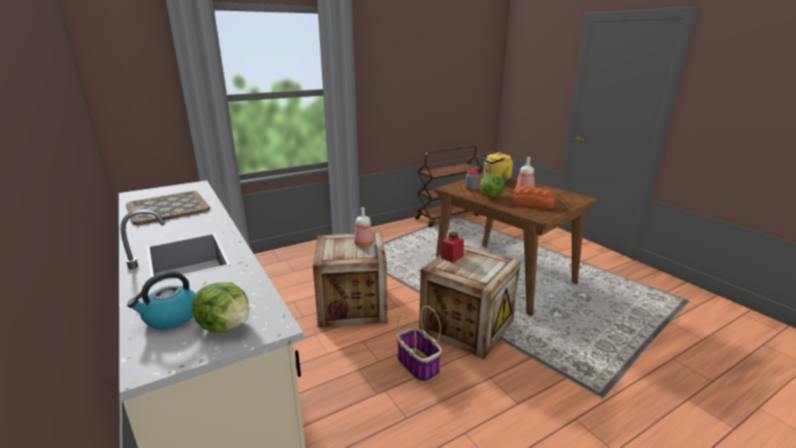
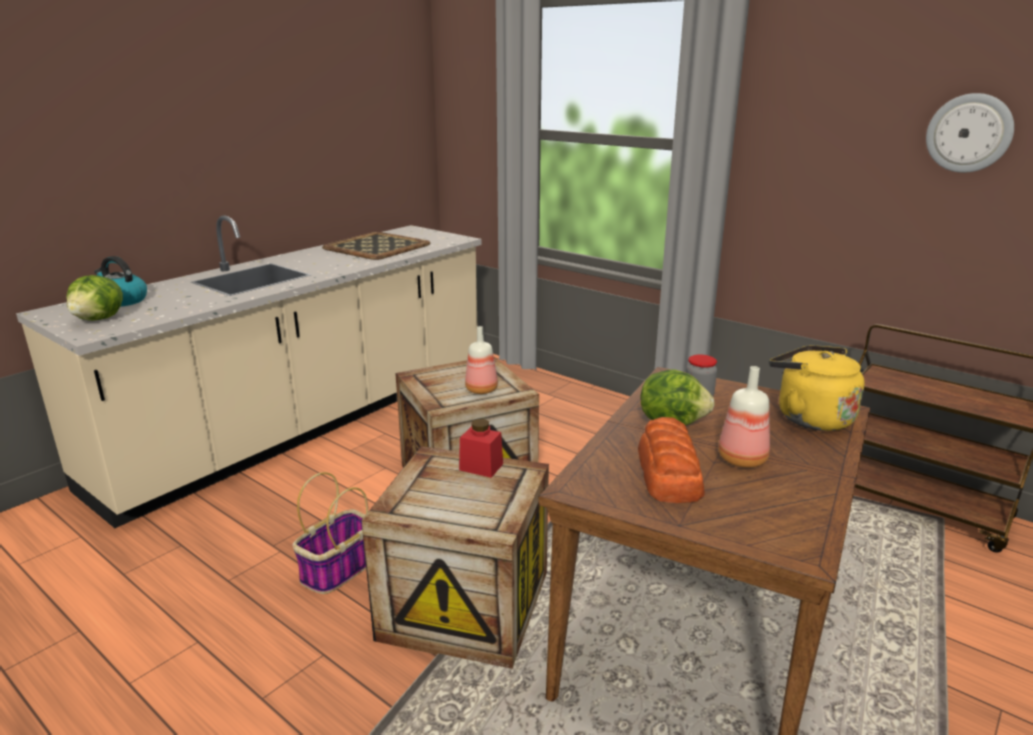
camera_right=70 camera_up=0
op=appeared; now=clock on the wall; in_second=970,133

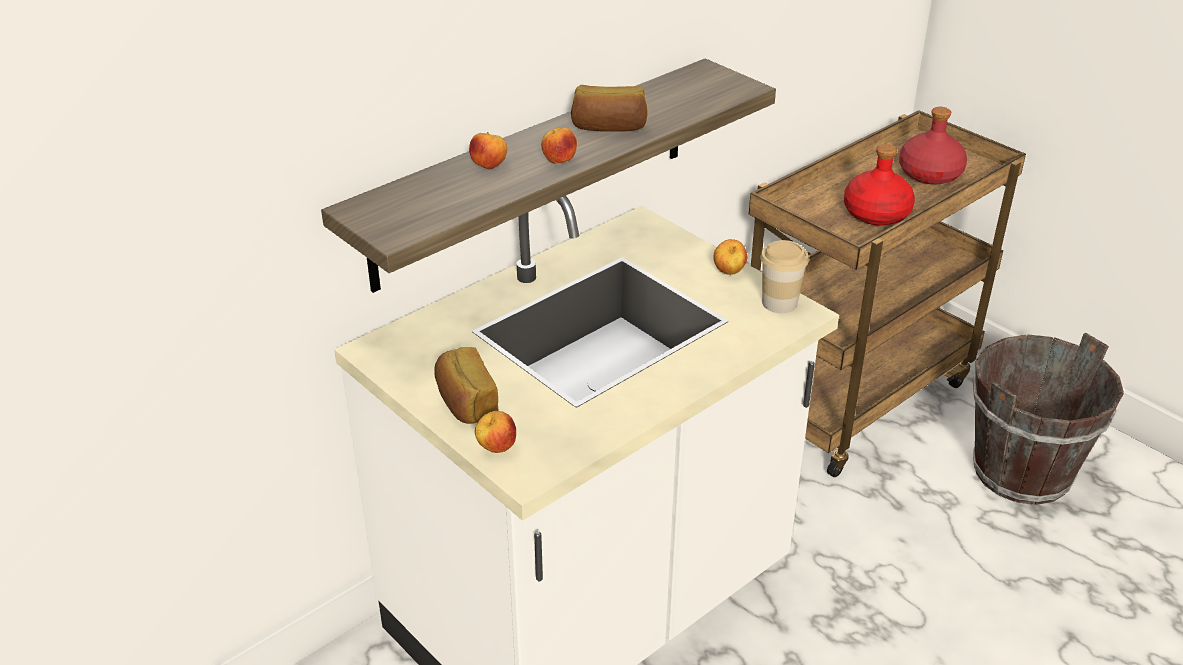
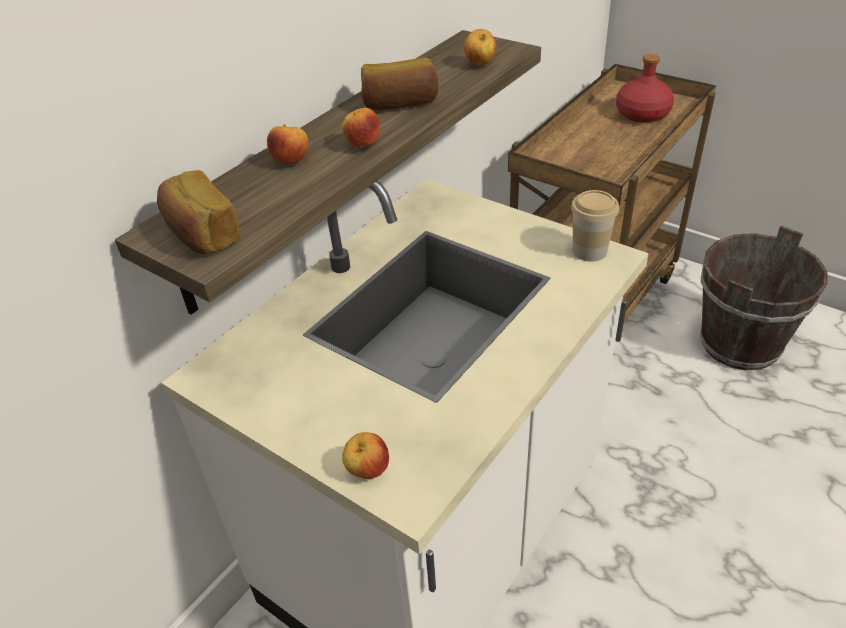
camera_right=-10 camera_up=5
op=missing; was=red beverage bottle; in_first=879,185
op=relocated; was=apple; in_first=730,257; in_second=480,47
op=relocated; was=baked bread; in_first=466,385; in_second=199,212

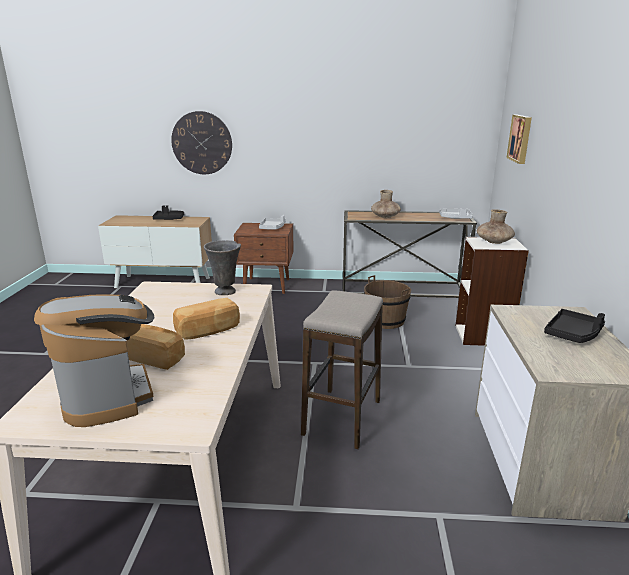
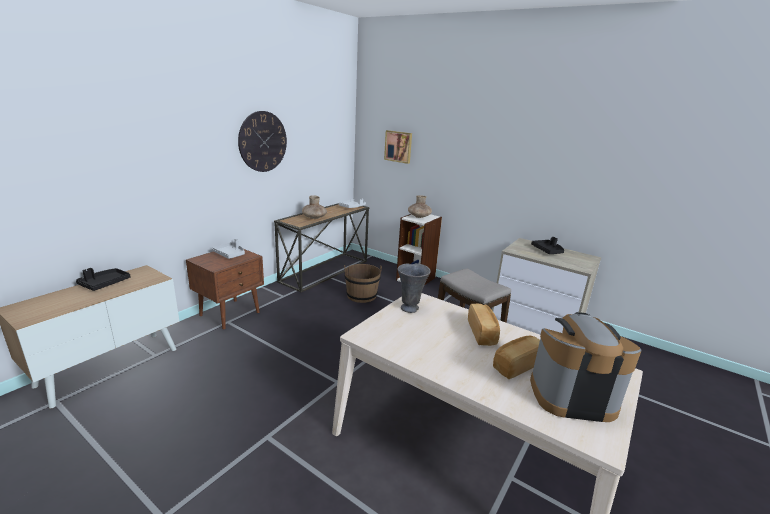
camera_right=-60 camera_up=0
op=relocated; was=clock on the wall; in_first=201,142; in_second=262,141

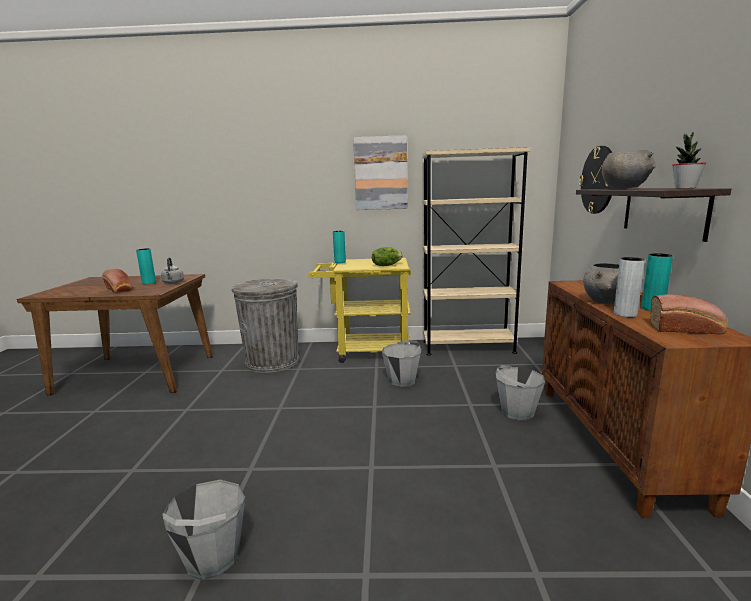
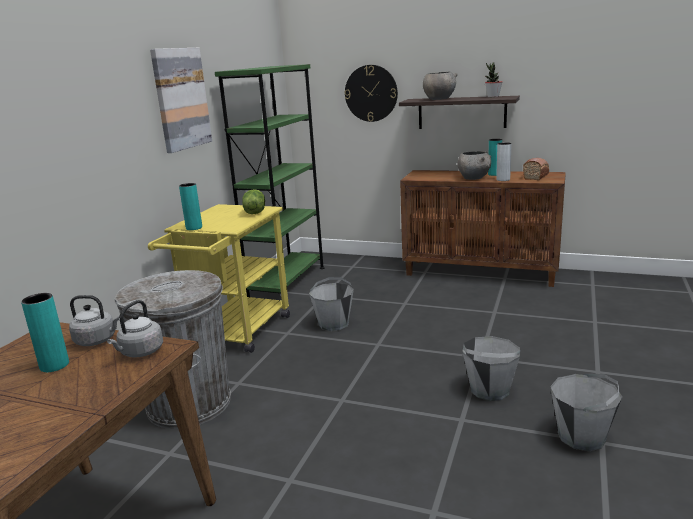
camera_right=-70 camera_up=5
op=colour; was=beige-coloured bookshelf; now=greenish bookshelf; in_first=476,251; in_second=270,181
op=missing; was=baked bread; in_first=117,281
op=relocated; was=gray pail; in_first=520,393; in_second=491,368
op=appeared; now=gray kettle; in_second=135,329

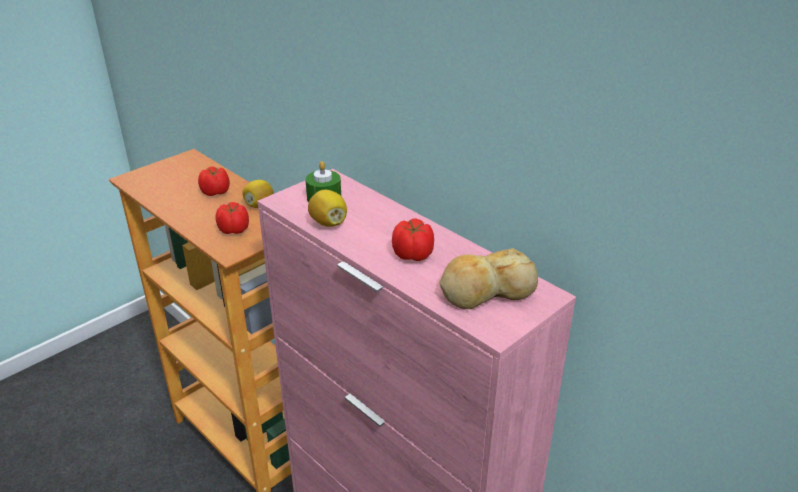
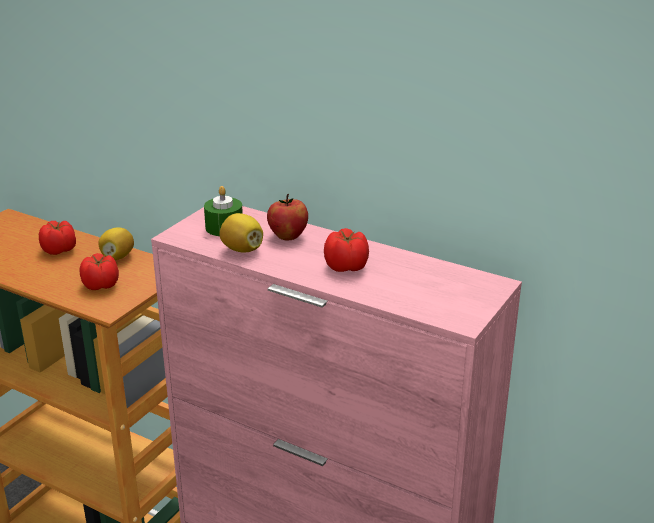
camera_right=-15 camera_up=-5
op=missing; was=baked bread; in_first=488,278
op=appeared; now=apple; in_second=287,217

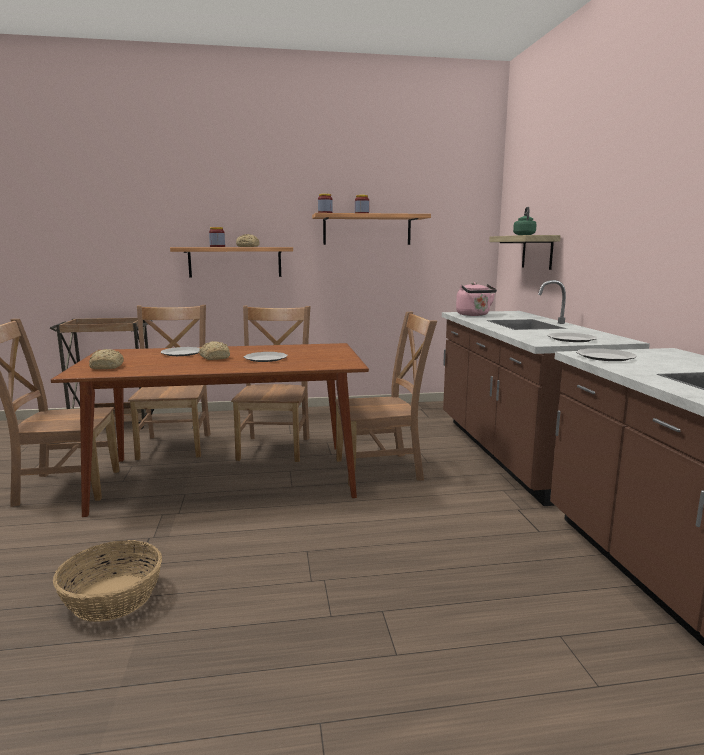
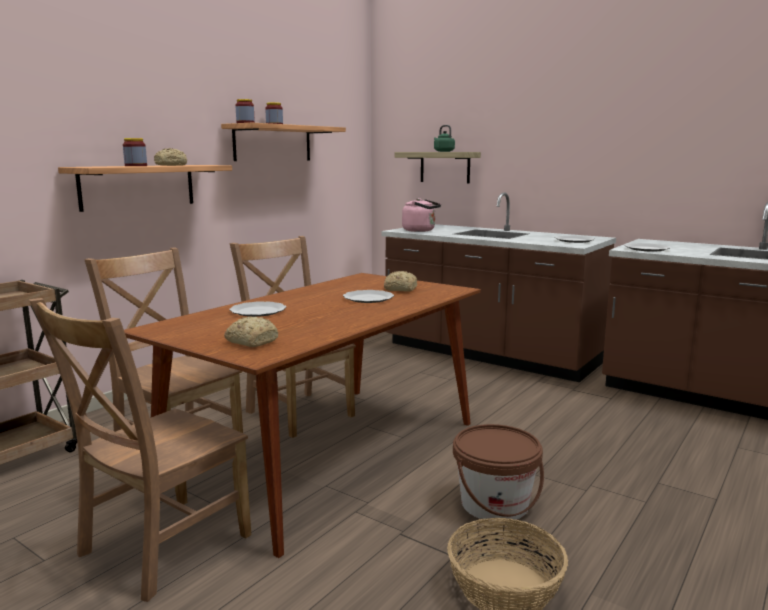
camera_right=-45 camera_up=0
op=missing; was=brownish plain chair; in_first=386,399
op=relocated; was=baked bread; in_first=214,350; in_second=400,281
op=appeared; now=brownish pail; in_second=498,472

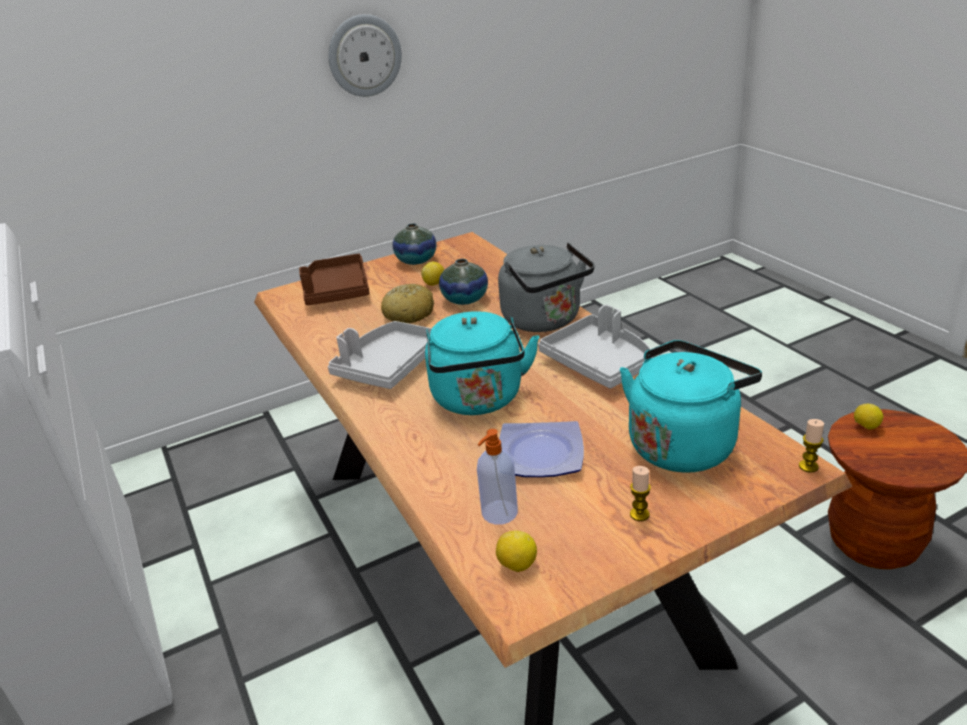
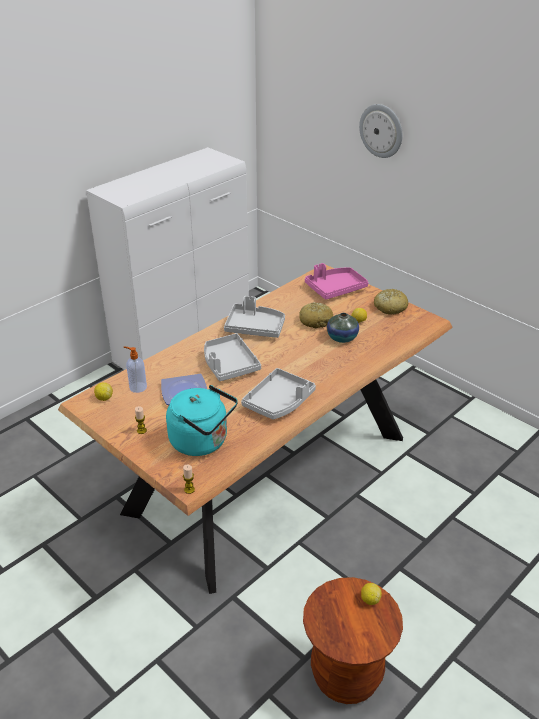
camera_right=70 camera_up=5
op=relocated; was=clock on the wall; in_first=365,55; in_second=380,131
op=exchanged; was=decorative vase; now=baked bread; in_first=414,244; in_second=391,301
op=missing; was=gray kettle; in_first=546,287
op=colour; was=brownish tray; now=pink tray; in_first=334,279; in_second=336,281
op=exchanged; was=blue-green kettle; now=gray tray; in_first=482,363; in_second=232,357

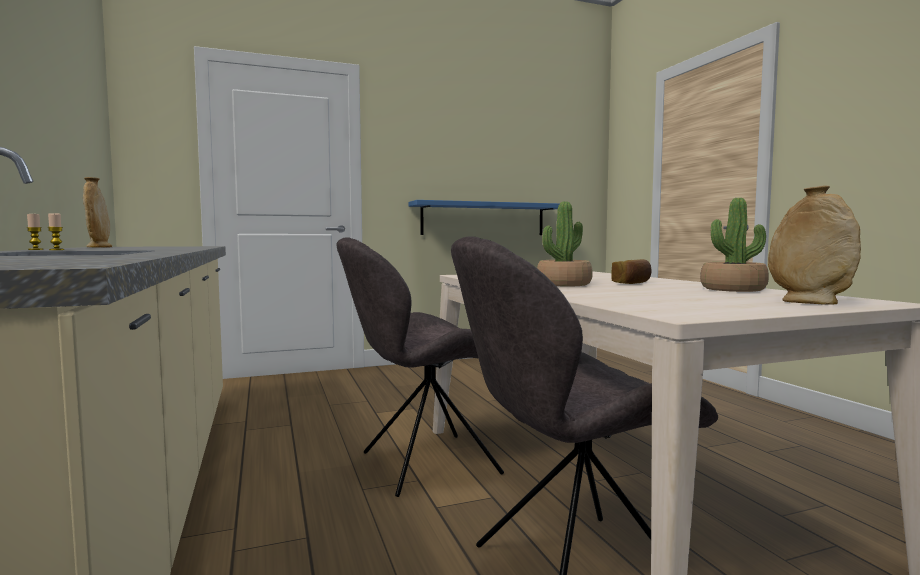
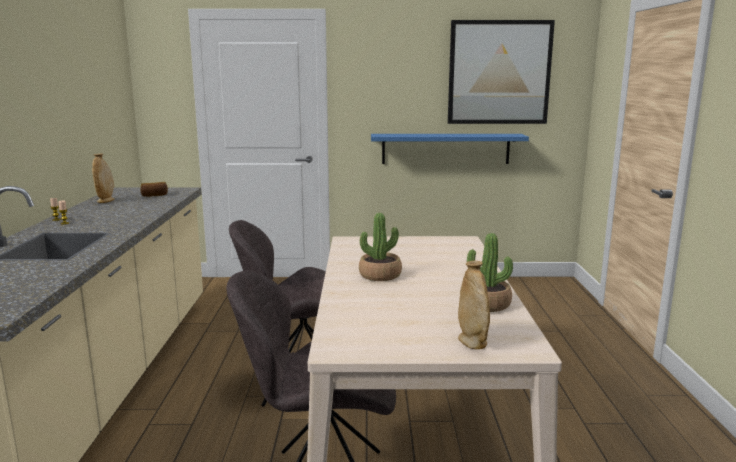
camera_right=20 camera_up=10
op=relocated; was=baked bread; in_first=631,271; in_second=154,189
op=appeared; now=wall picture; in_second=501,72

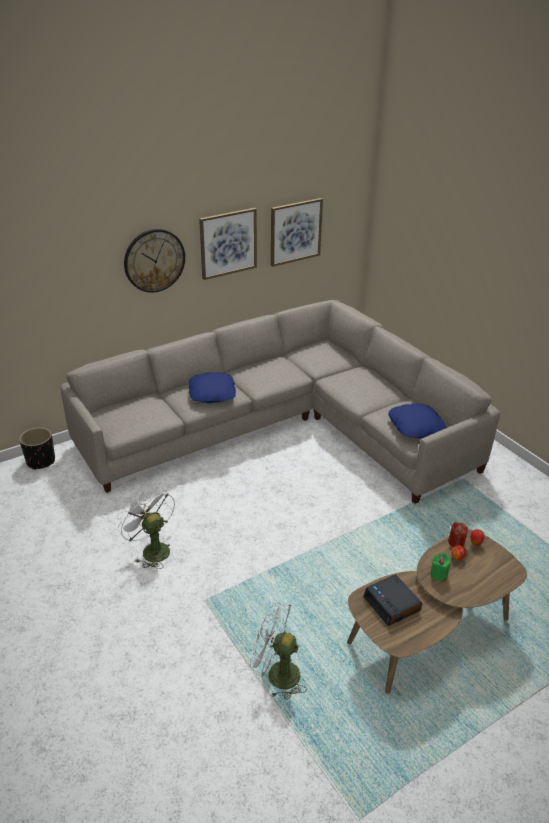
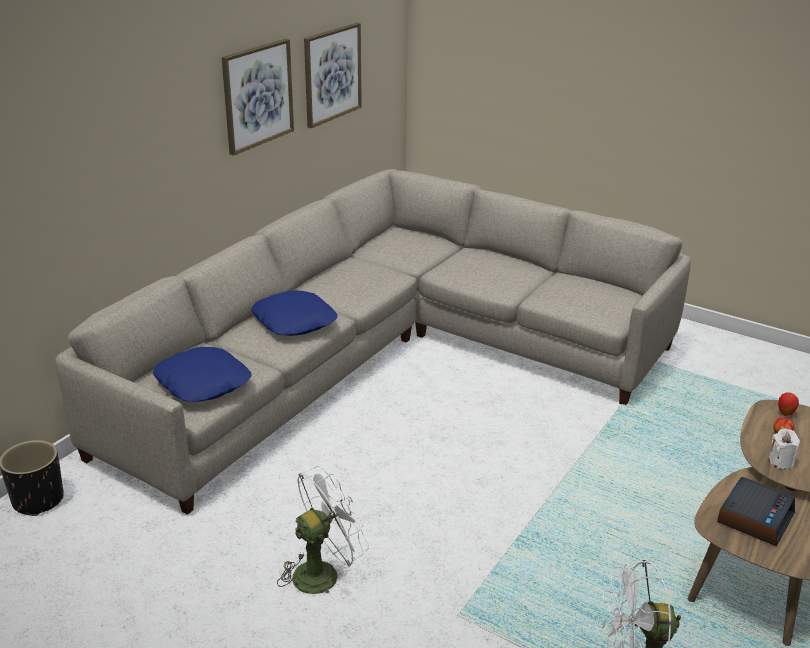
camera_right=-25 camera_up=-5
op=missing; was=clock on the wall; in_first=154,261
op=relocated; was=blue pillow; in_first=417,420; in_second=202,374
op=spun; was=white cooling fan; in_first=146,528; in_second=323,531; clockwise=120
op=missing; was=red wax light; in_first=458,534
op=colour; was=greenish wax light; now=white wax light; in_first=440,567; in_second=784,448
op=spun; was=alarm clock; in_first=392,600; in_second=756,511; clockwise=-90

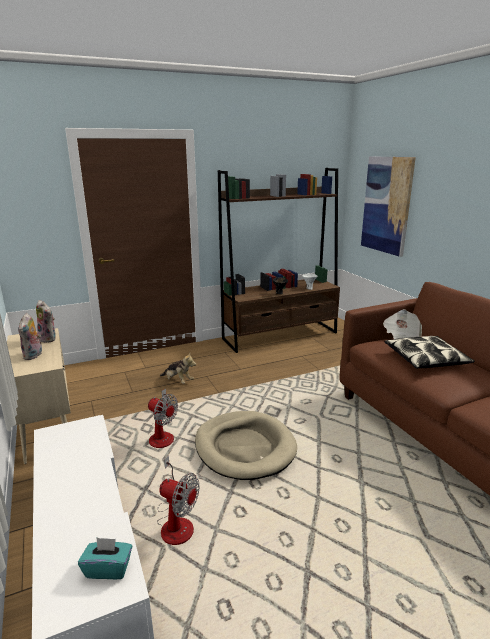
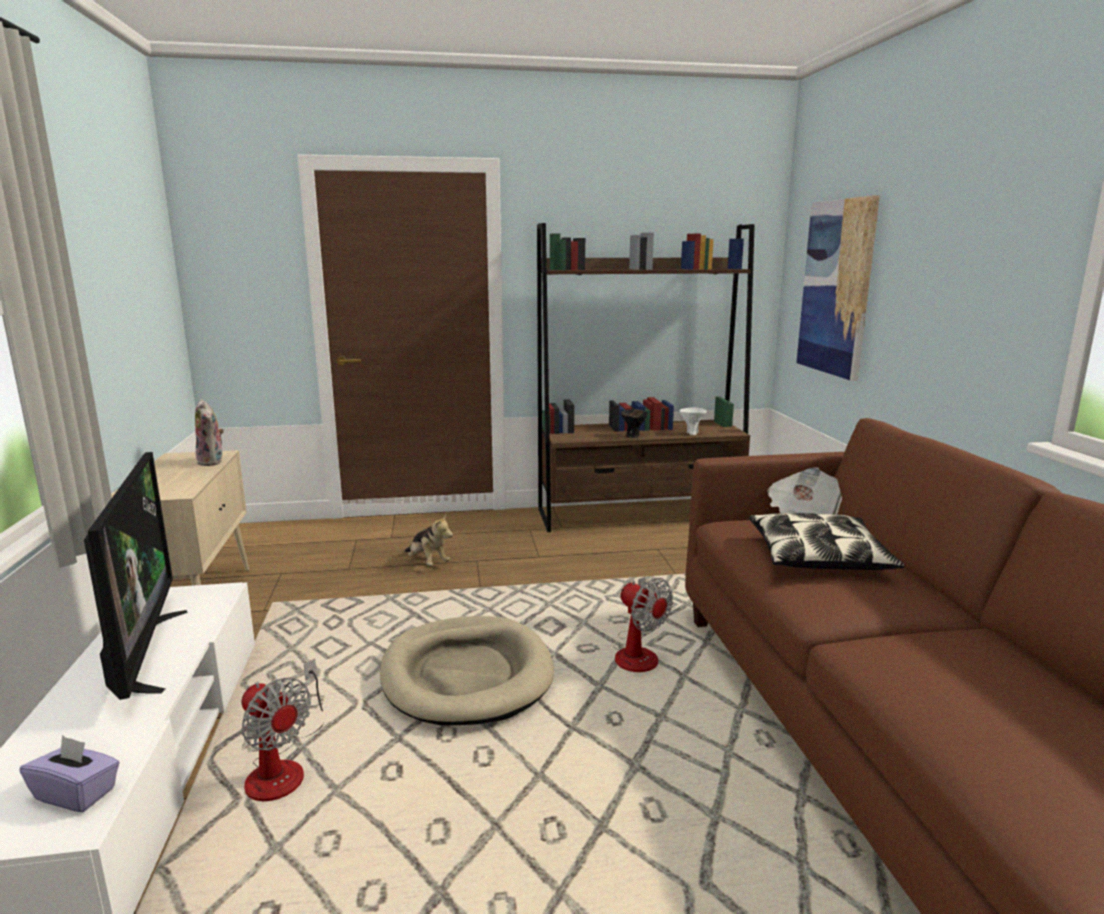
camera_right=15 camera_up=-5
op=missing; was=cuddly toy; in_first=30,336
op=relocated; was=cooling fan; in_first=163,418; in_second=643,624
op=colour; was=blue-green tissue holder; now=purplish tissue holder; in_first=105,558; in_second=70,773
op=appeared; now=TV; in_second=136,576

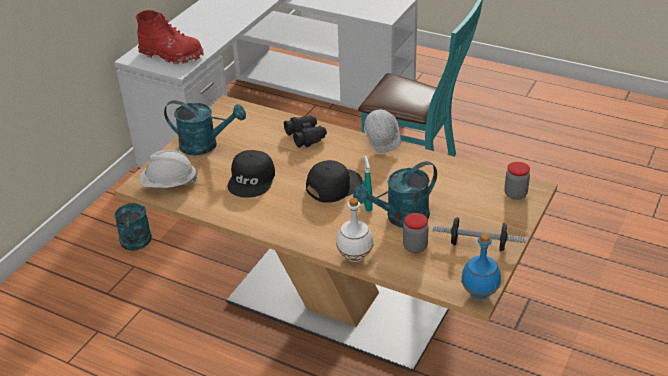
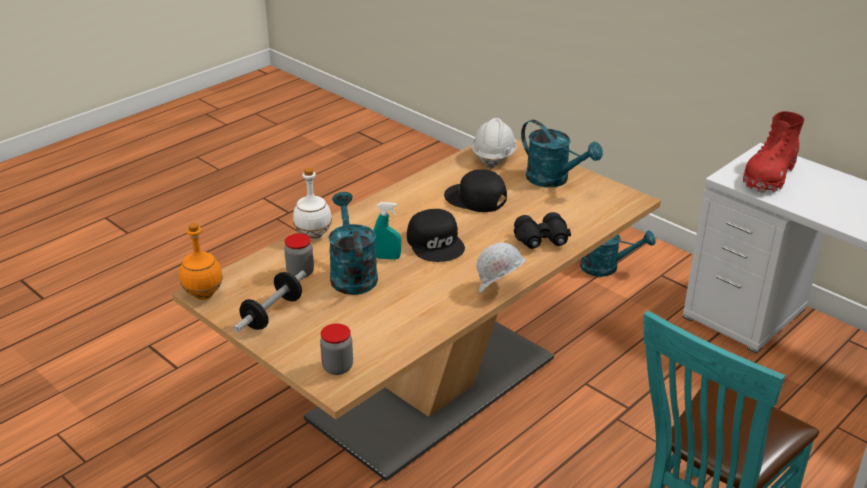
camera_right=105 camera_up=-5
op=spun; was=blue-green watering pot; in_first=205,127; in_second=562,153; clockwise=-75
op=colour; was=blue beverage bottle; now=orange-coloured beverage bottle; in_first=481,266; in_second=201,261

